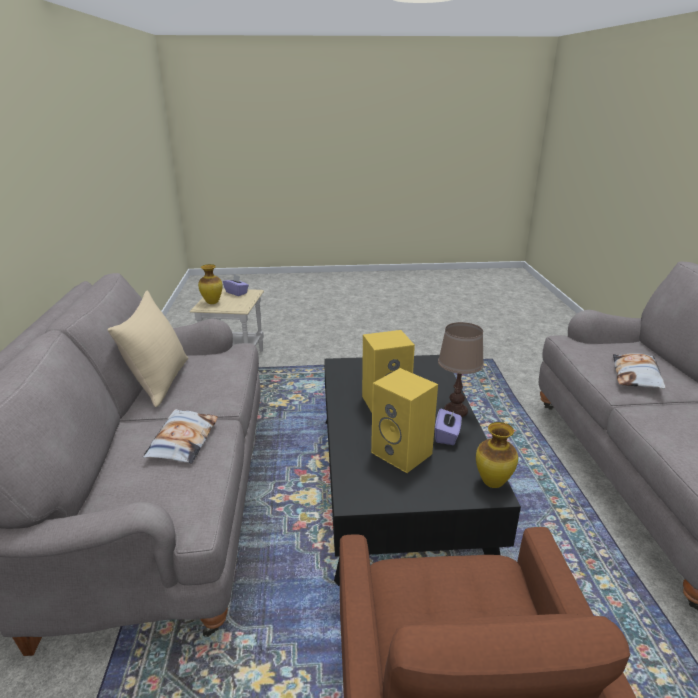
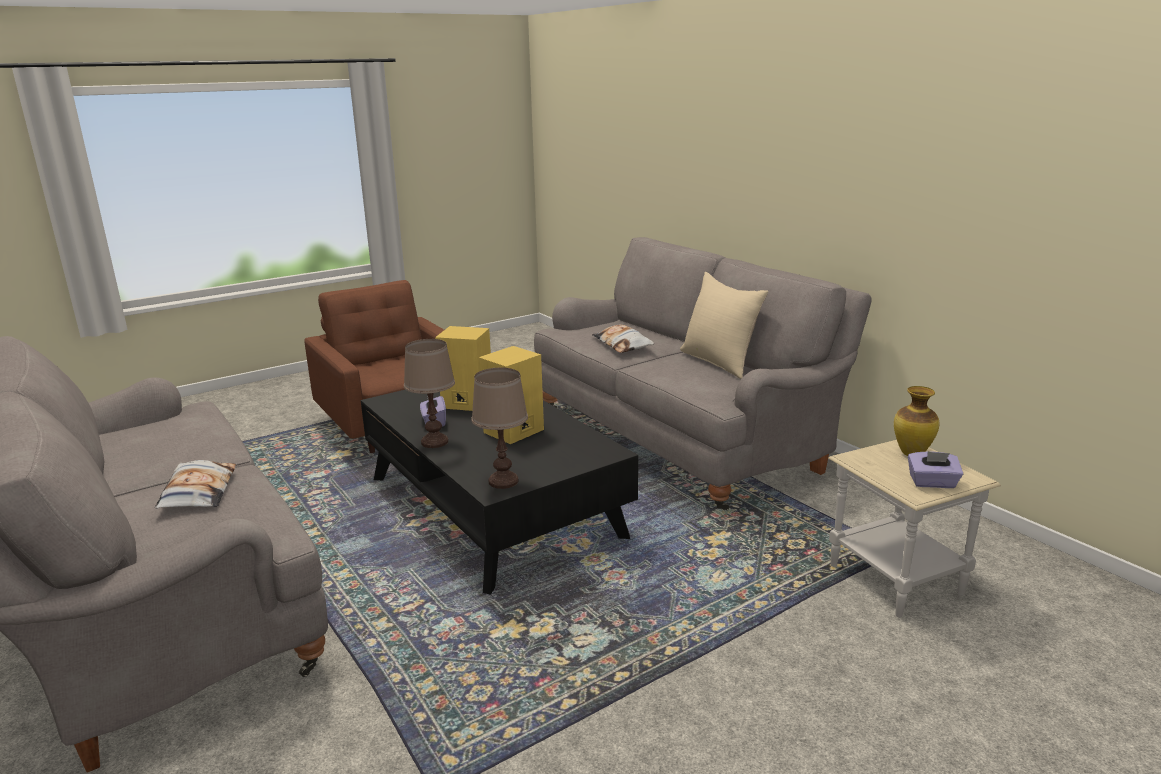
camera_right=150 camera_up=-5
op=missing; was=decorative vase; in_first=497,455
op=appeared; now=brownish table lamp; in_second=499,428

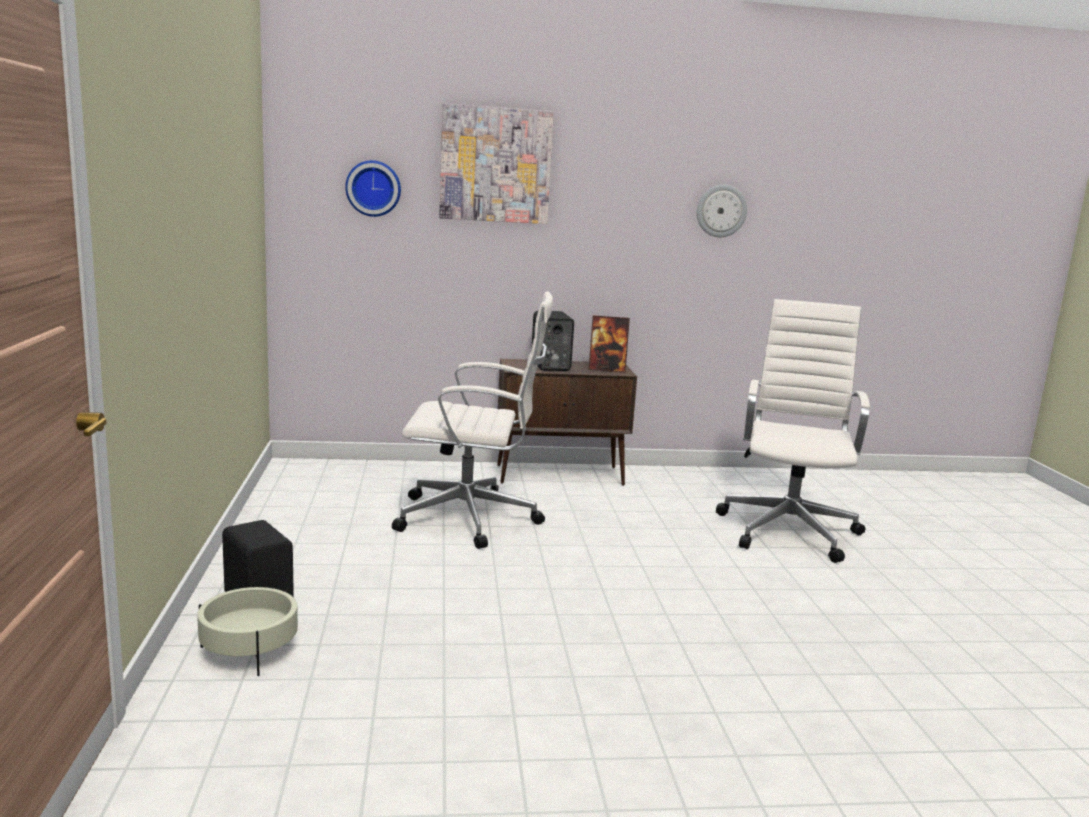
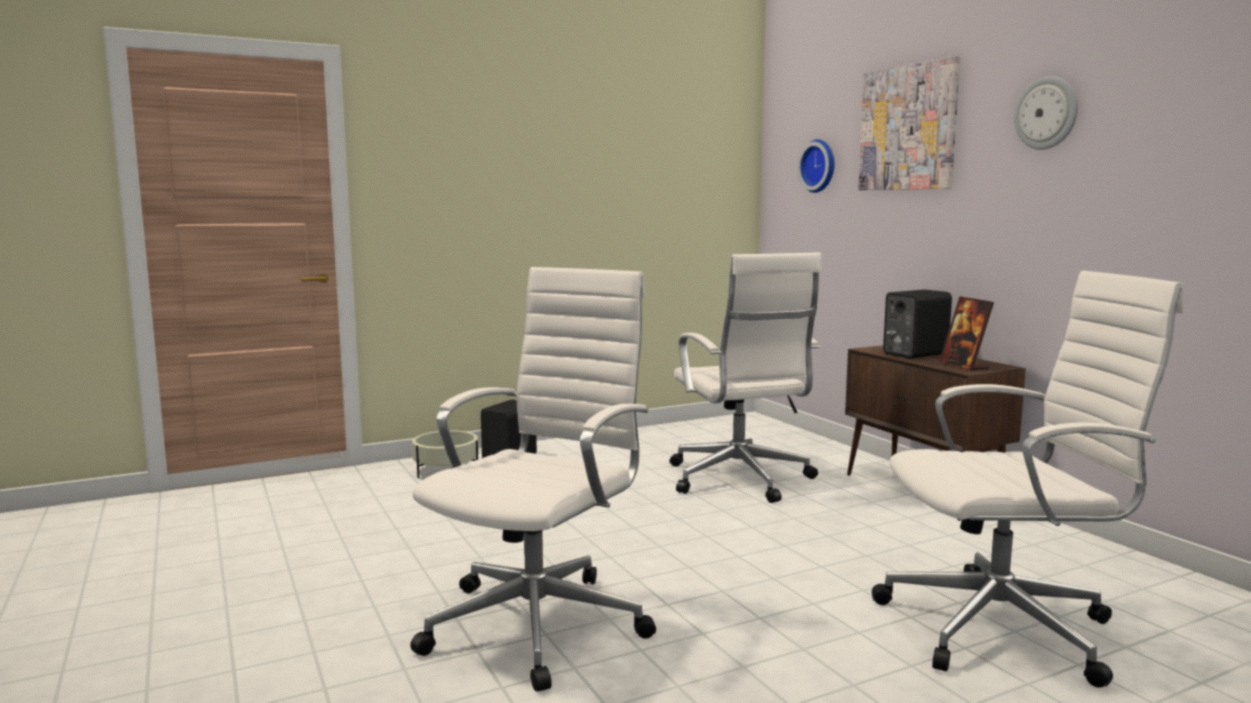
camera_right=70 camera_up=-5
op=relocated; was=clock on the wall; in_first=722,210; in_second=1046,113
op=appeared; now=white office chair; in_second=533,479

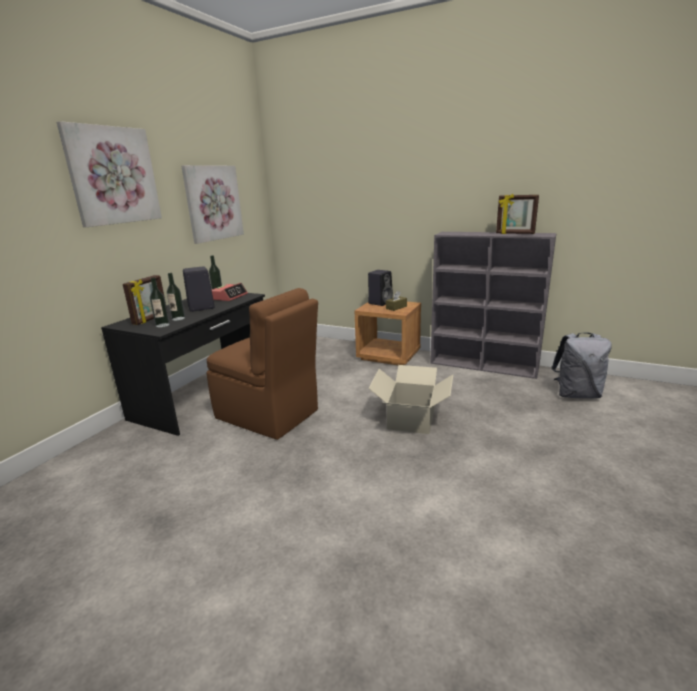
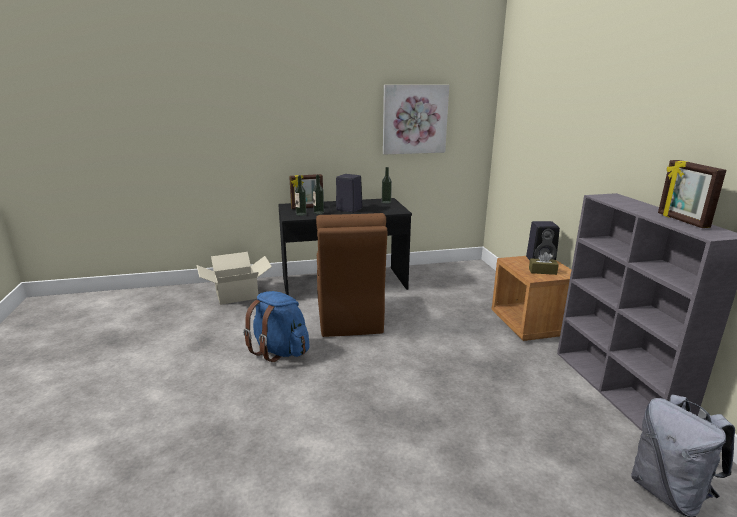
camera_right=50 camera_up=0
op=missing; was=wall picture; in_first=109,174
op=missing; was=alarm clock; in_first=230,292
op=relocated; was=carton; in_first=410,399; in_second=234,278
op=appeared; now=blue rucksack; in_second=276,326

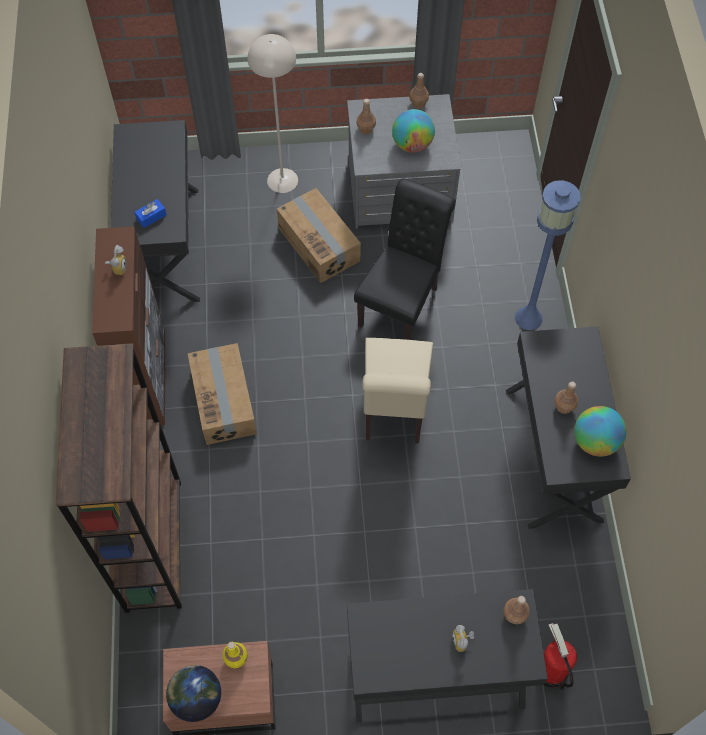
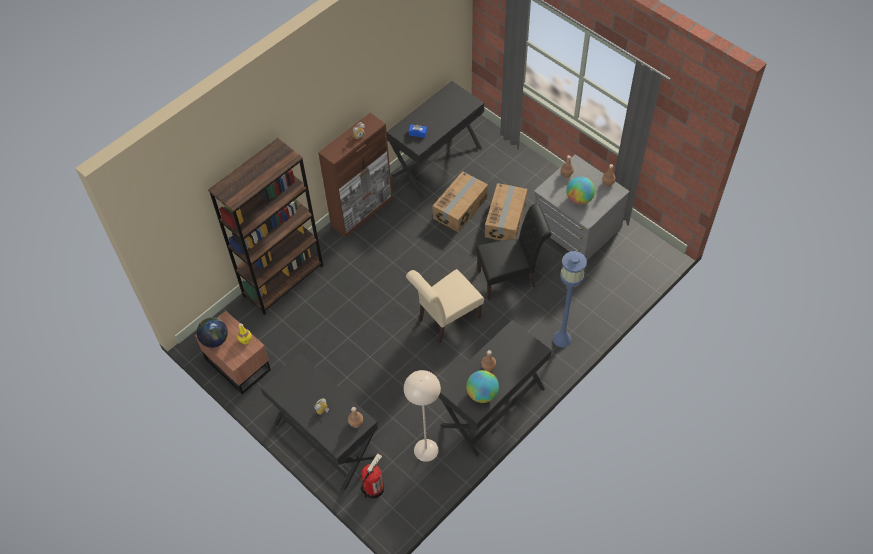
camera_right=50 camera_up=-5
op=relocated; was=beige-coloured standard lamp; in_first=273,113; in_second=422,416
op=relocated; was=carton; in_first=222,394; in_second=460,202

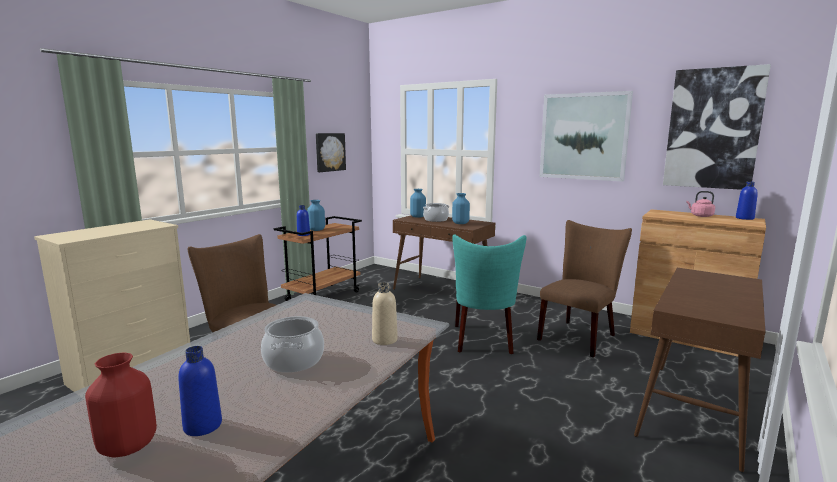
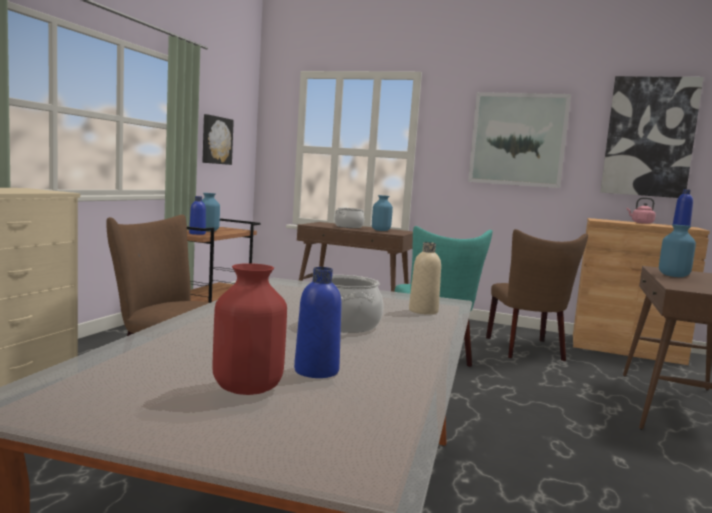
camera_right=-15 camera_up=-5
op=relocated; was=blue decorative vase; in_first=418,203; in_second=677,250
op=spun; was=brownish plain chair; in_first=584,289; in_second=537,295; clockwise=150

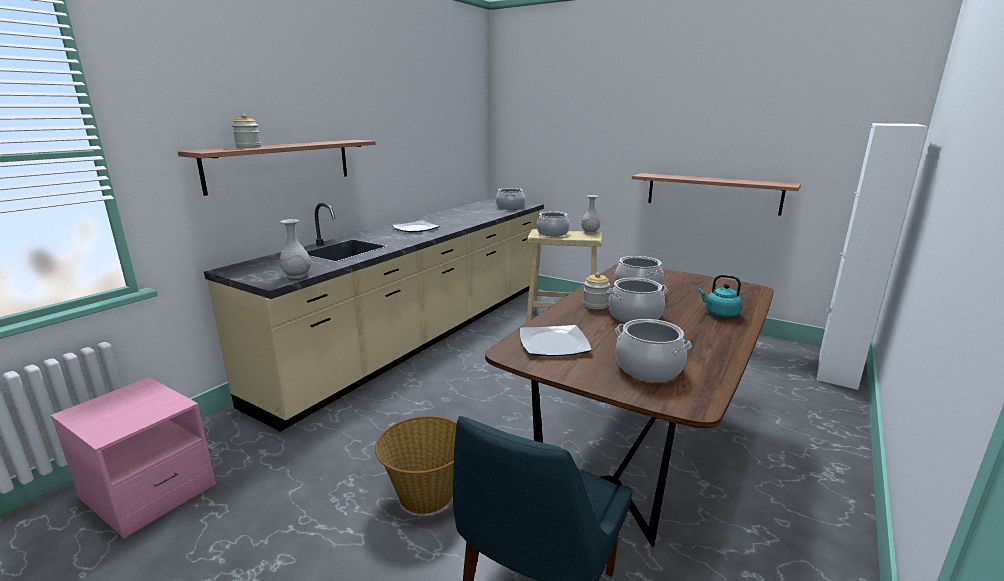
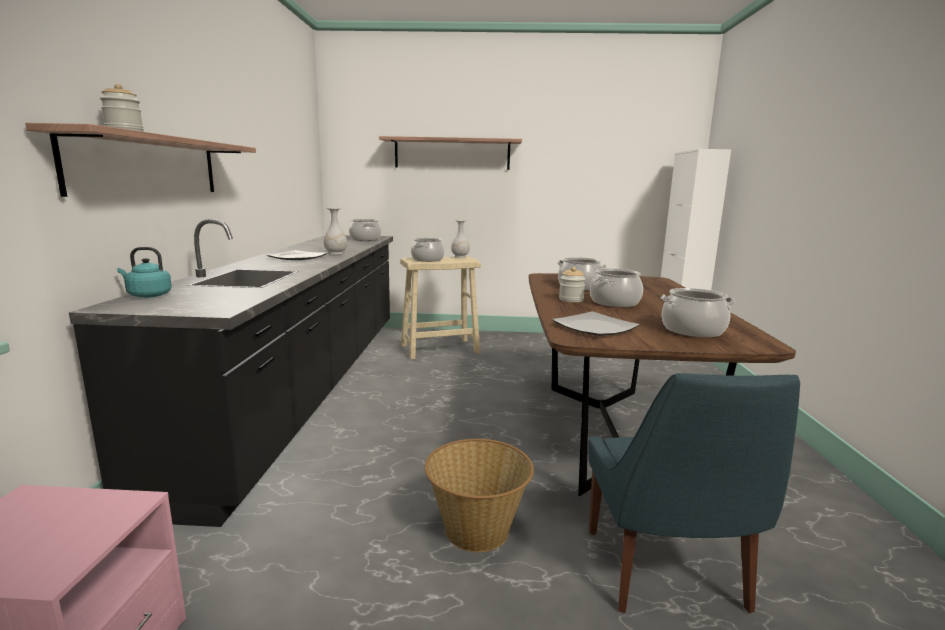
camera_right=-30 camera_up=-5
op=relocated; was=wall shelf; in_first=716,194; in_second=450,153
op=colour; was=beige-coloured counter; now=black-coloured counter; in_first=374,315; in_second=231,373
op=relocated; was=white decorative vase; in_first=295,249; in_second=335,231
op=relocated; was=blue-green kettle; in_first=720,296; in_second=144,272

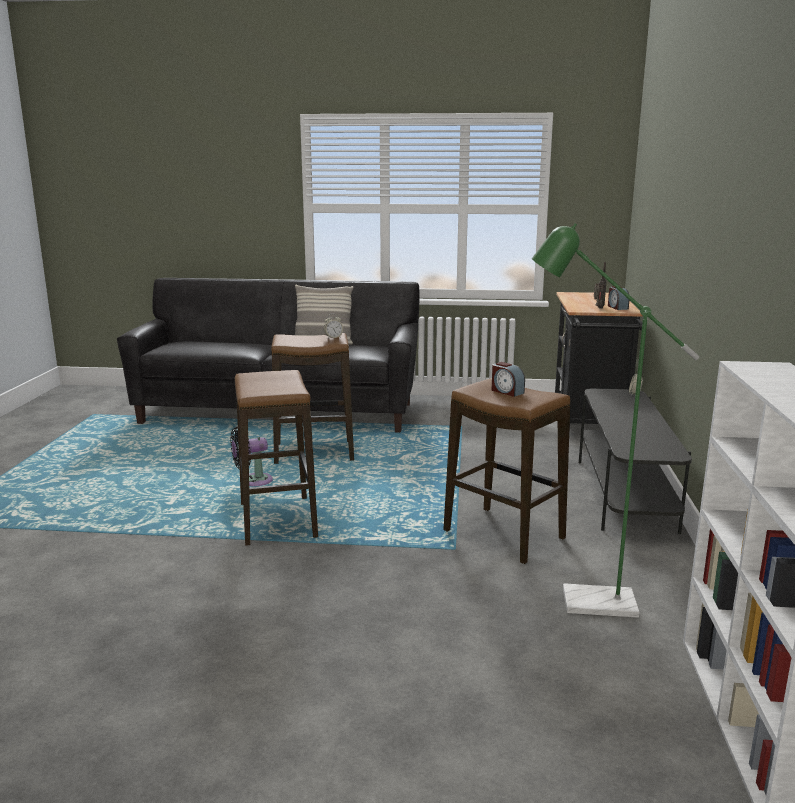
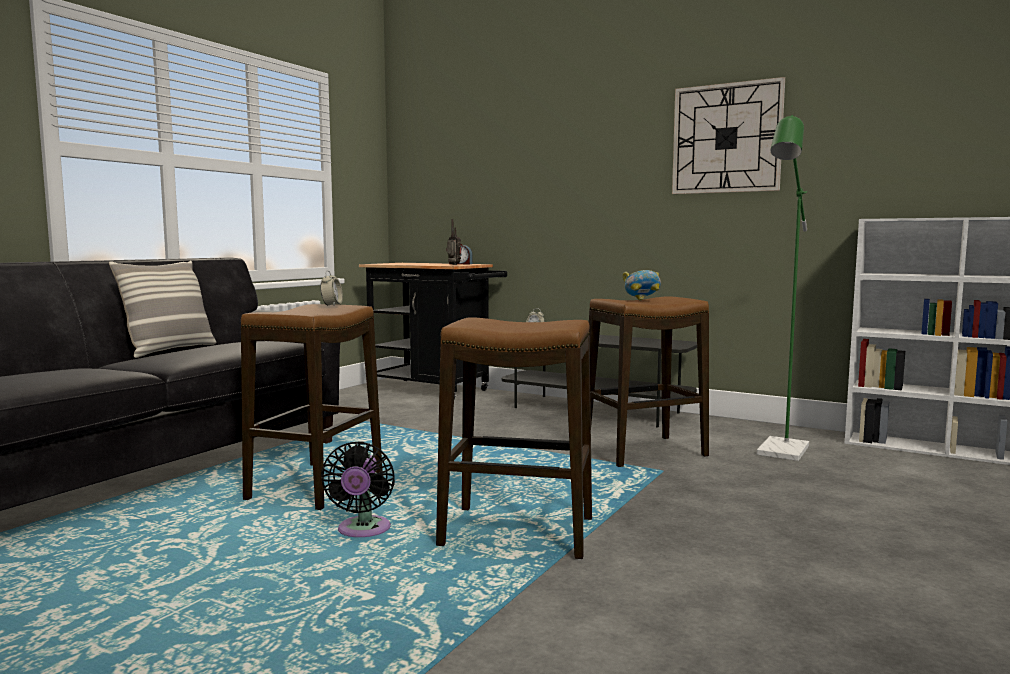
camera_right=-65 camera_up=-10
op=exchanged; was=alarm clock; now=serving bowl; in_first=508,379; in_second=642,285
op=appeared; now=clock on the wall; in_second=728,135

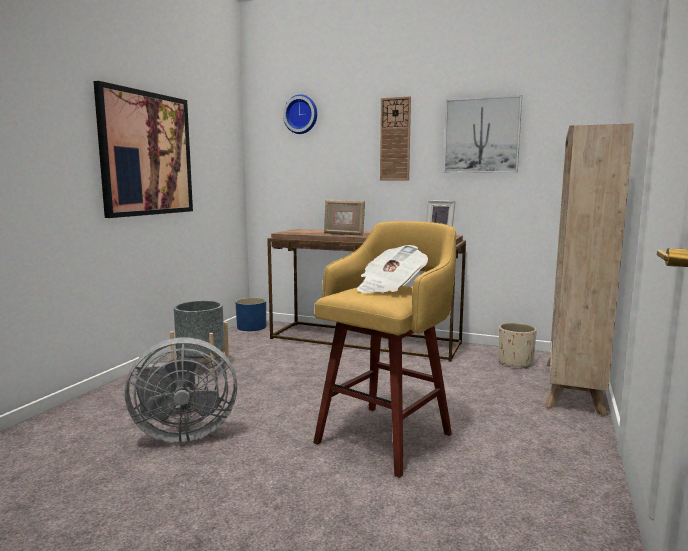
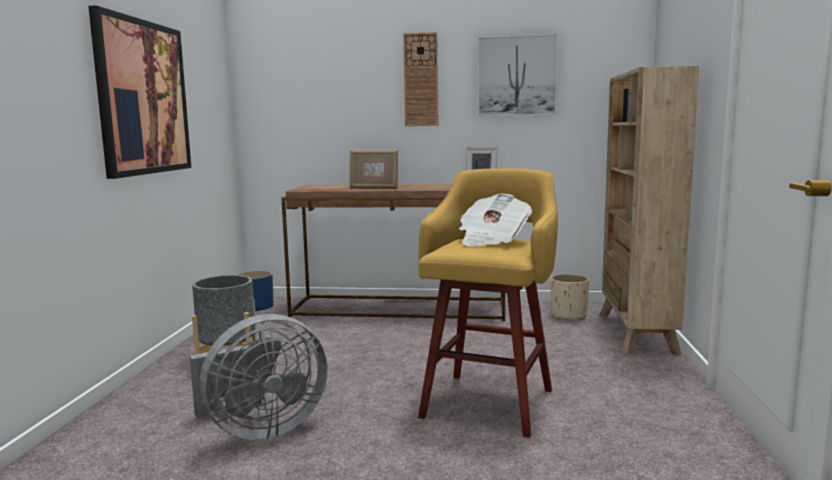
camera_right=-15 camera_up=0
op=missing; was=clock on the wall; in_first=300,114

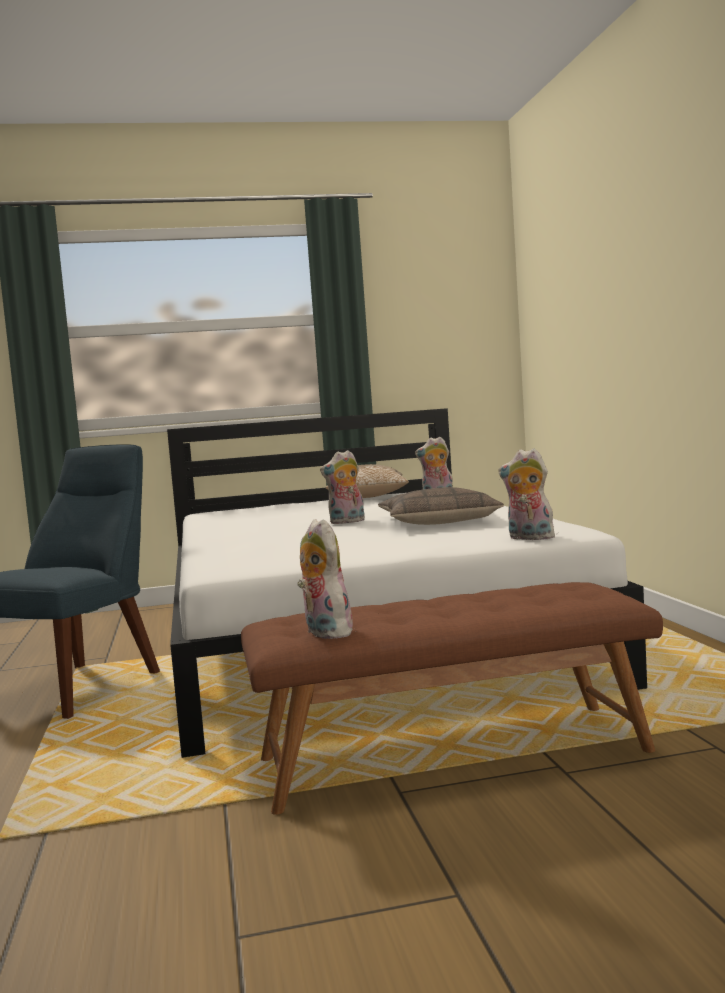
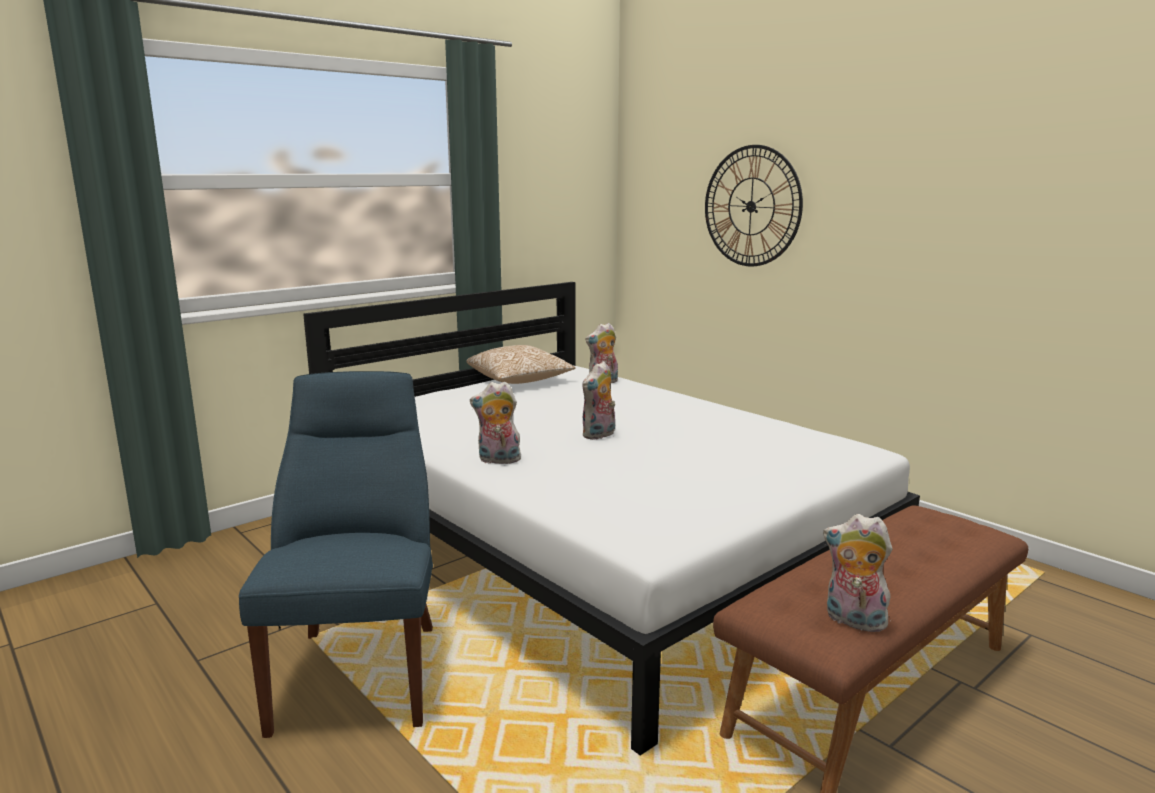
camera_right=-30 camera_up=10
op=relocated; was=cuddly toy; in_first=527,494; in_second=495,423
op=missing; was=pillow; in_first=441,506
op=appeared; now=clock on the wall; in_second=754,206

